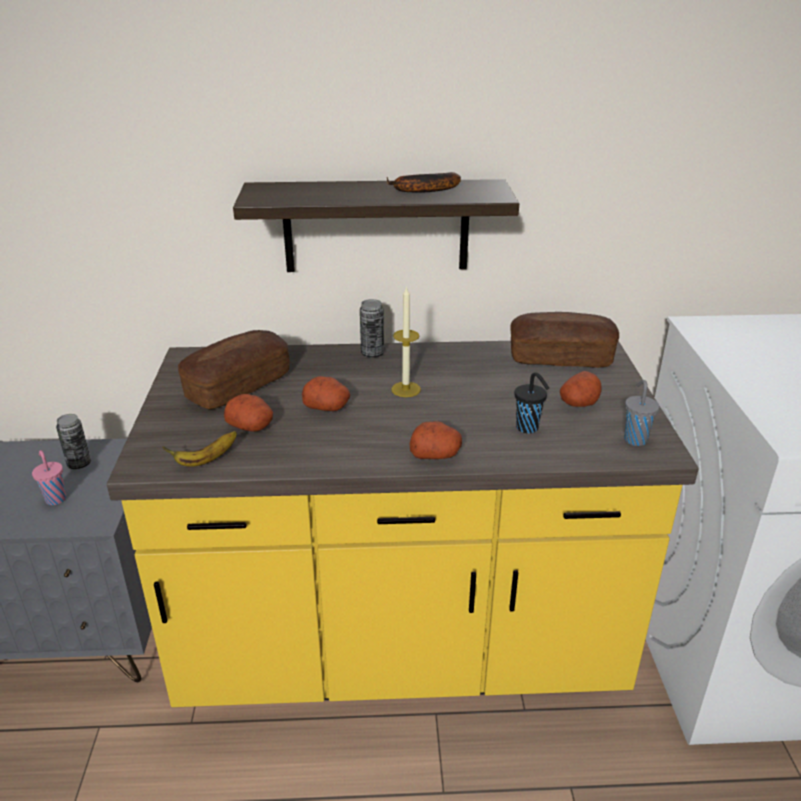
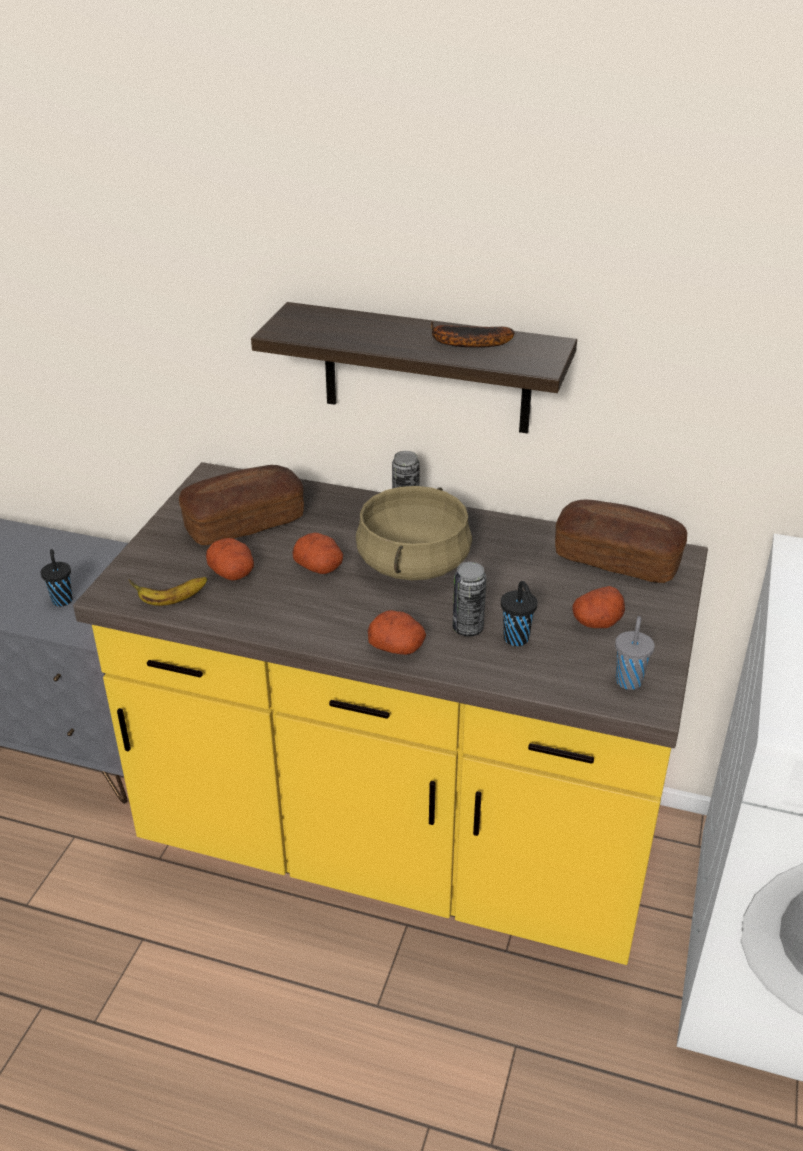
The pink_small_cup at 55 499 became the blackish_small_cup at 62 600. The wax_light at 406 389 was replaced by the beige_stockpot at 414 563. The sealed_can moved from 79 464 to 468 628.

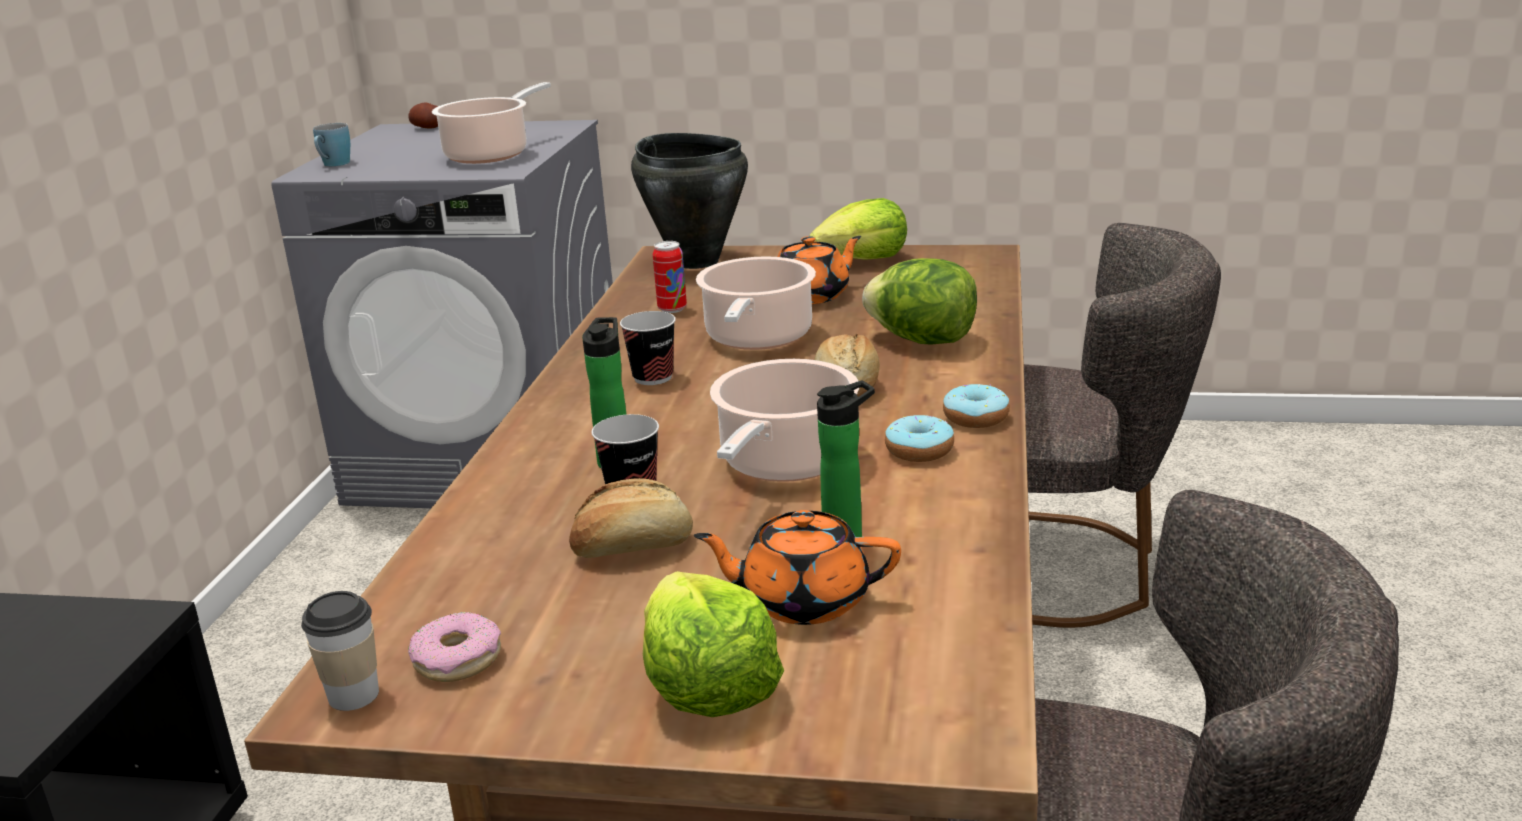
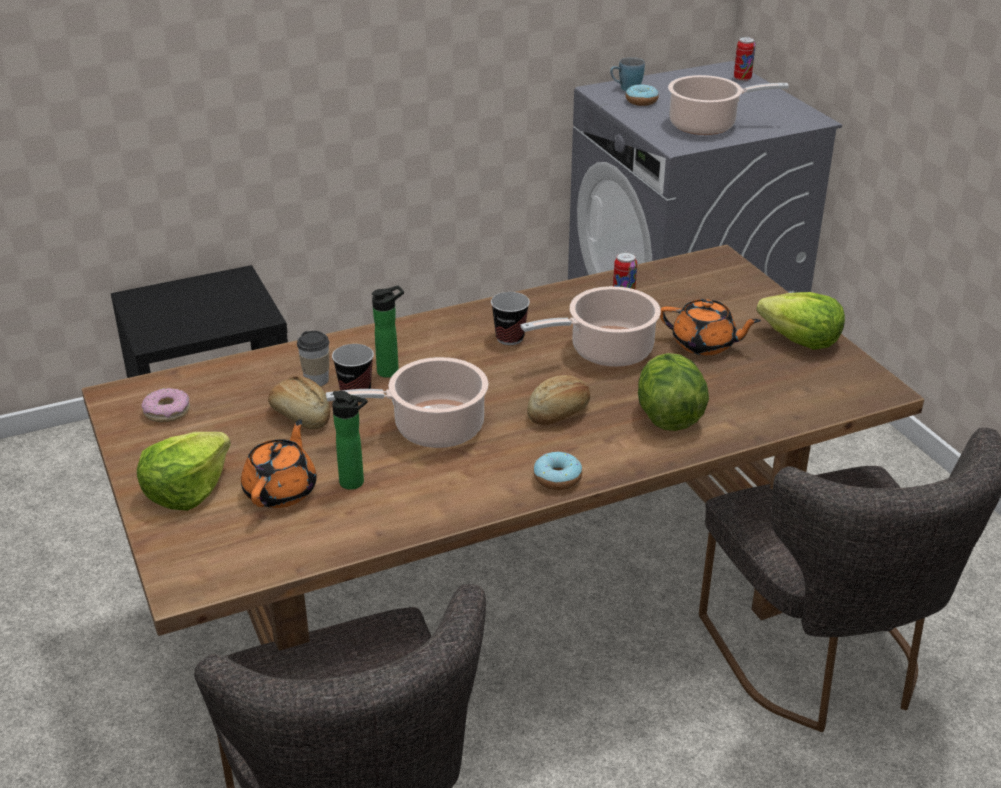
The orange-coloured_pot_for_tea at 803 601 turned 45 degrees clockwise. The small_cup moved from 353 695 to 316 380. The donut moved from 919 450 to 641 101. The spud at 428 128 was replaced by the sealed_can at 742 79. The blackish_stockpot at 696 261 disappeared.

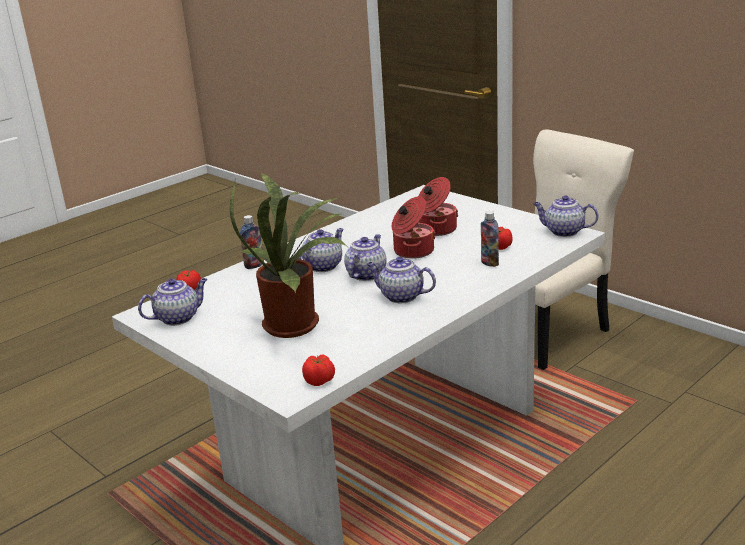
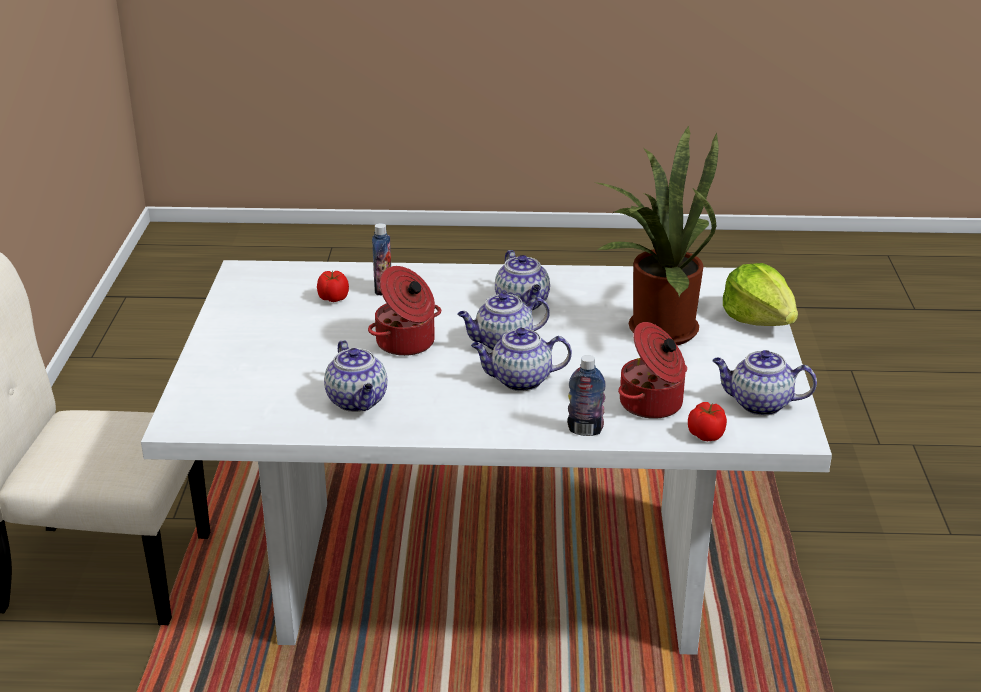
The pot_for_tea moved from 563 232 to 358 402. The stockpot moved from 436 229 to 652 404. The lettuce_head at 759 319 appeared. The tomato at 320 381 disappeared.

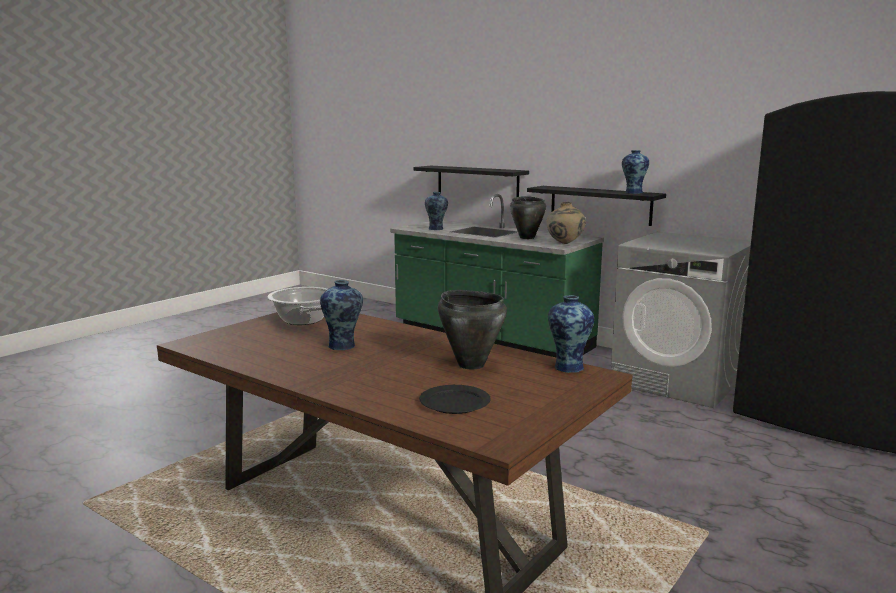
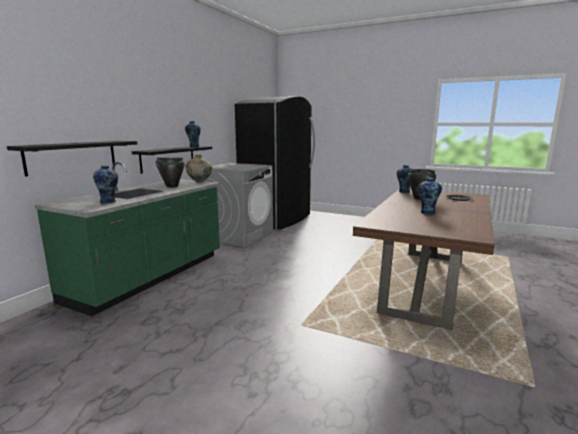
The stockpot at 302 320 disappeared.

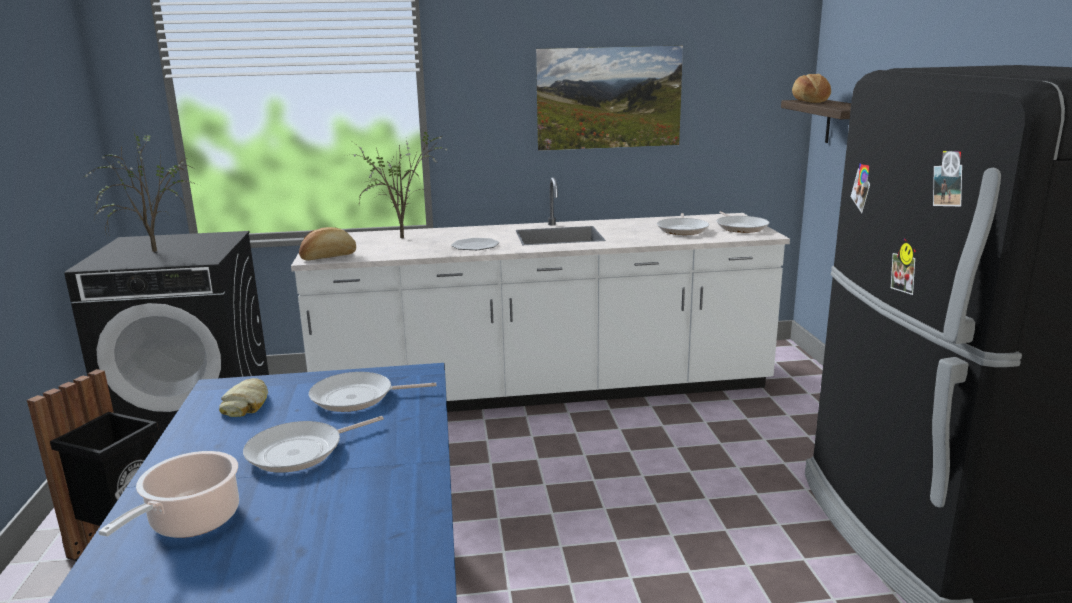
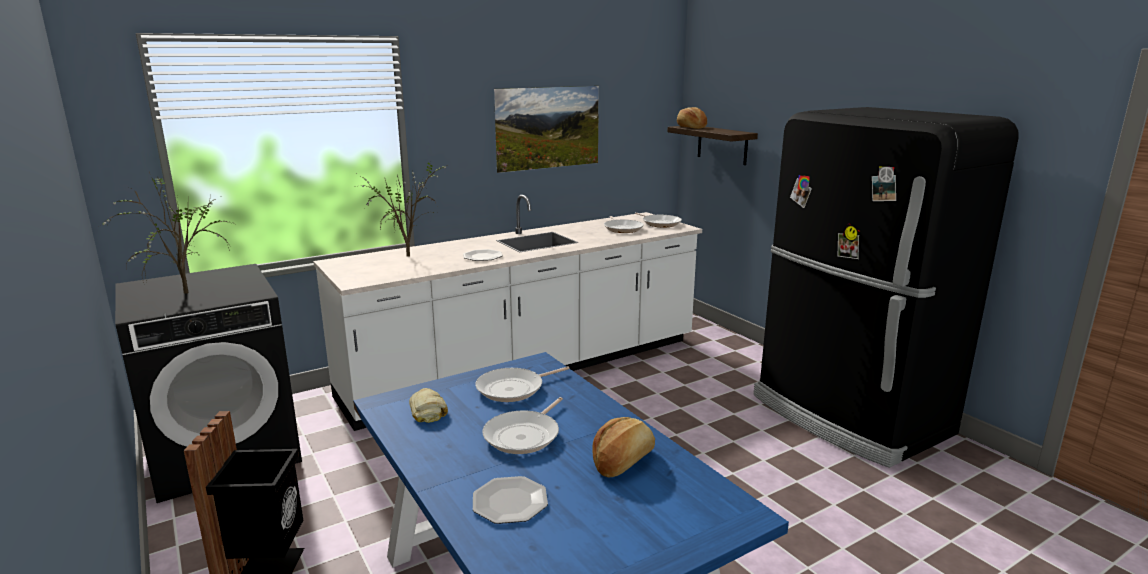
The stockpot at 191 522 was replaced by the dinner_plate at 509 502. The bakery_bread moved from 328 257 to 623 461.

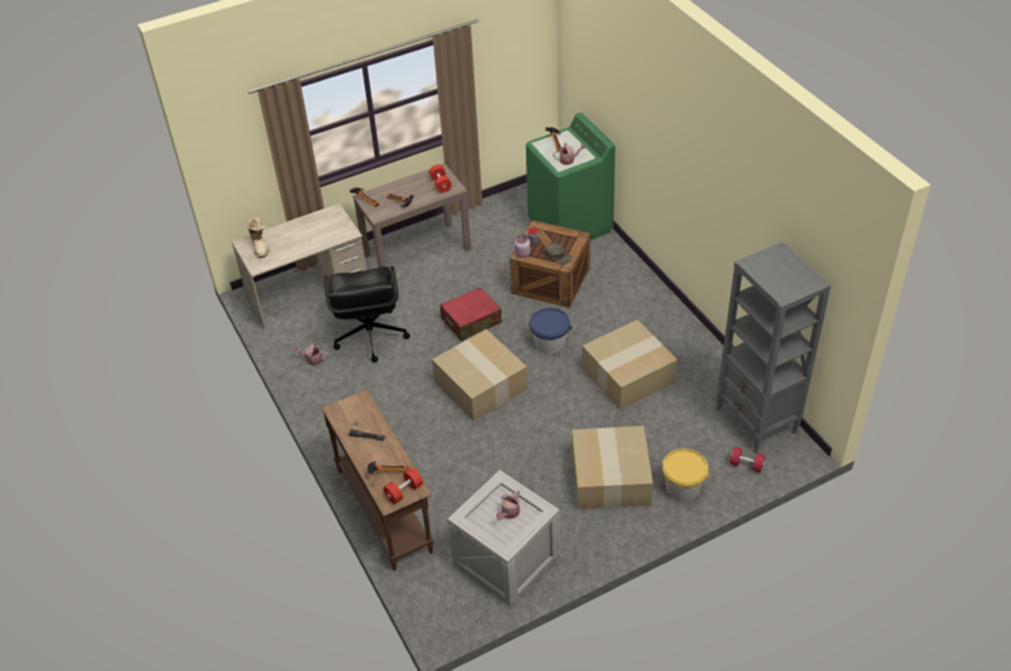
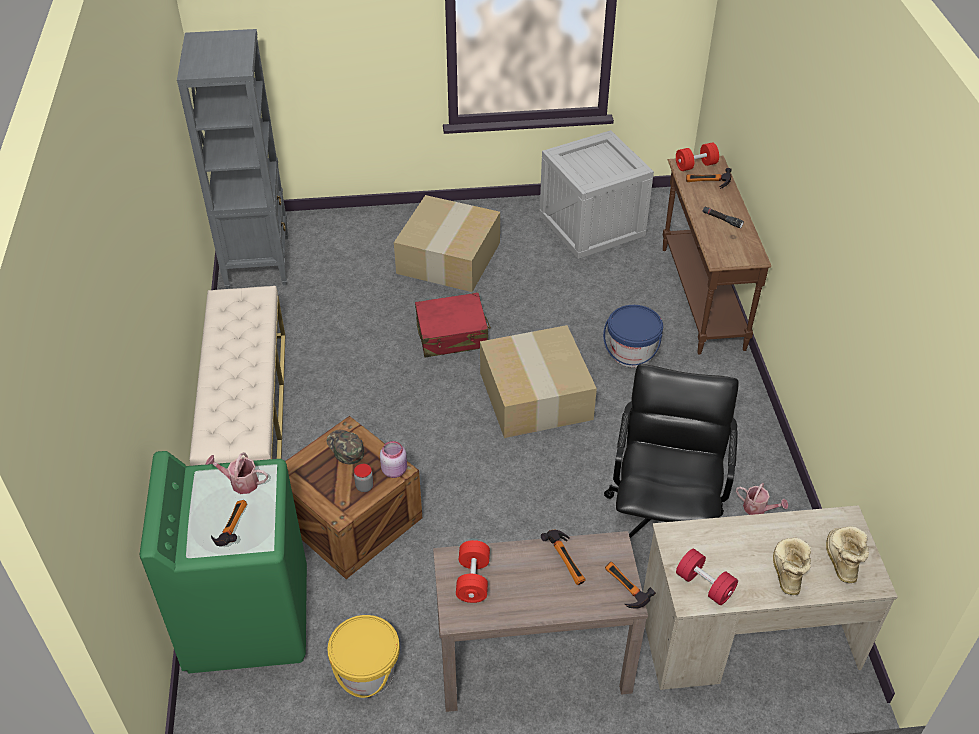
The beige_bench at 247 415 appeared. The yellowish_water_bucket moved from 683 487 to 367 673. The red-coloured_piece_of_luggage moved from 471 321 to 452 335. The blue-coloured_water_bucket moved from 550 343 to 631 353. The red-coloured_free_weight moved from 746 465 to 704 585. The boot at 785 572 appeared. The sprinkling_can at 509 513 disappeared. The packing_box at 628 376 disappeared.

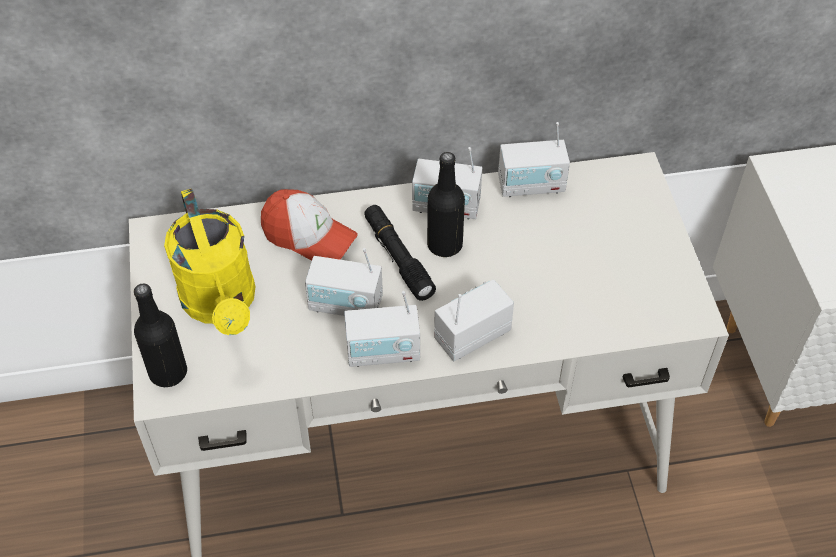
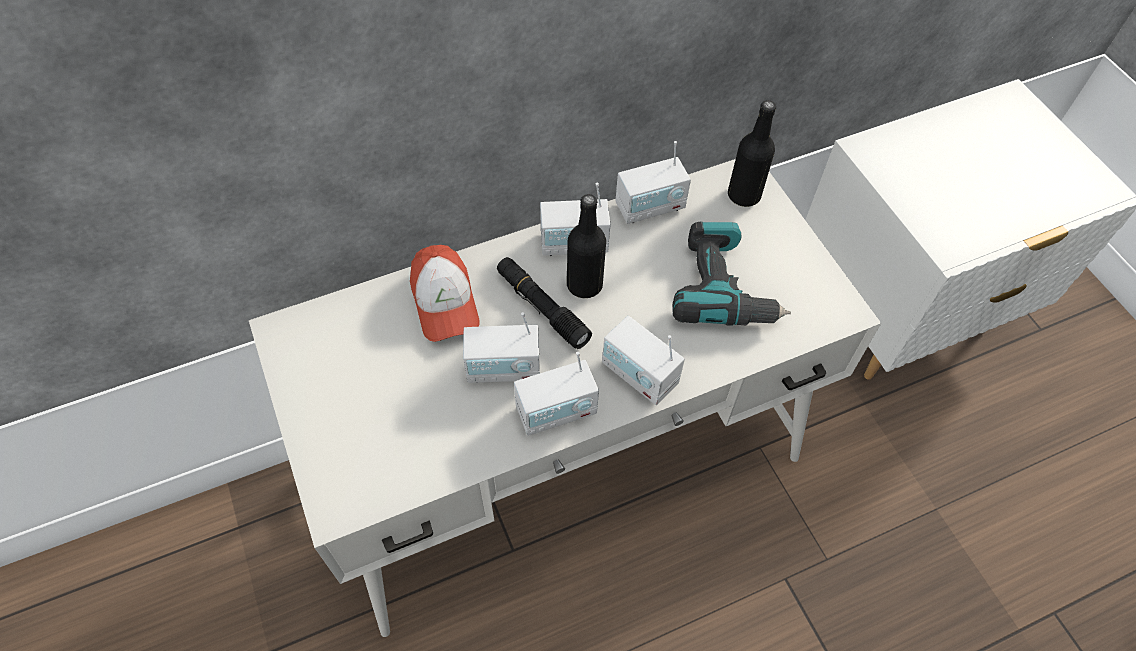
The peaked_cap at 308 236 turned 60 degrees clockwise. The radio_receiver at 471 335 turned 90 degrees counterclockwise. The power_drill at 724 288 appeared. The blackish_drink_bottle moved from 168 372 to 744 195. The yellowish_sprinkling_can at 222 304 disappeared.

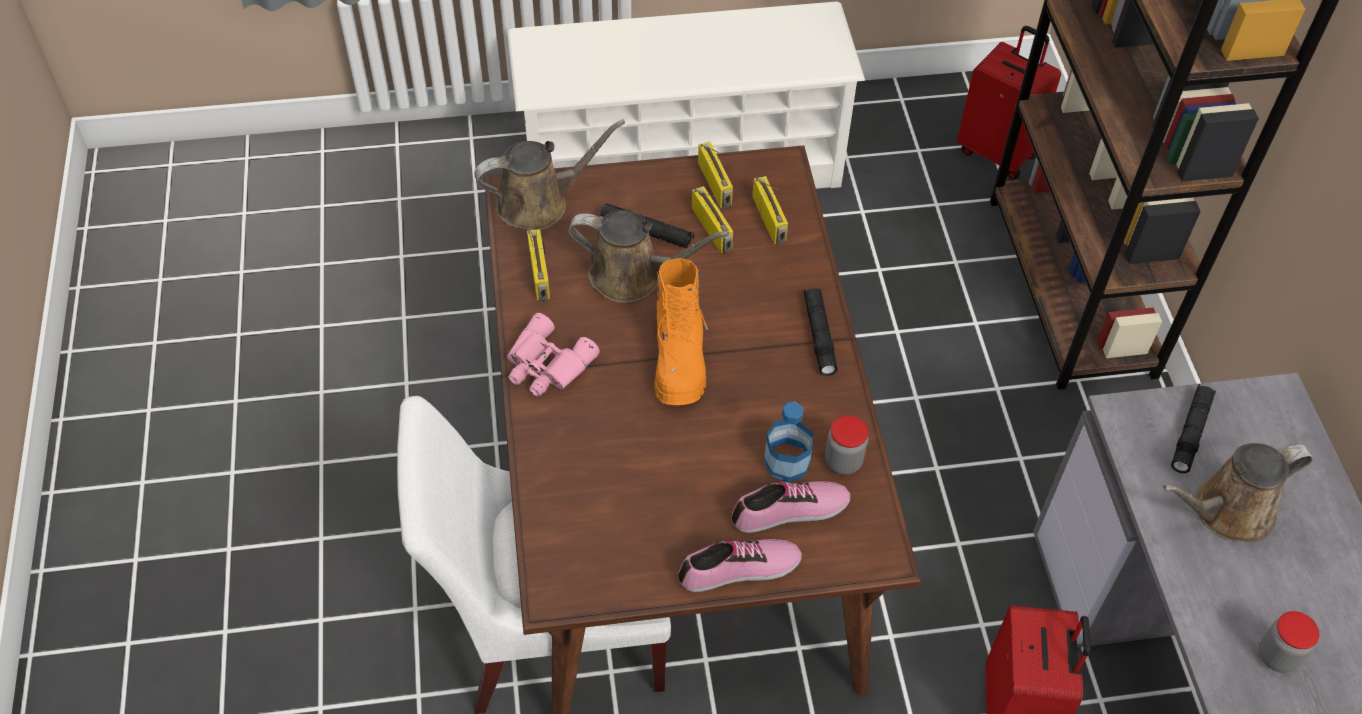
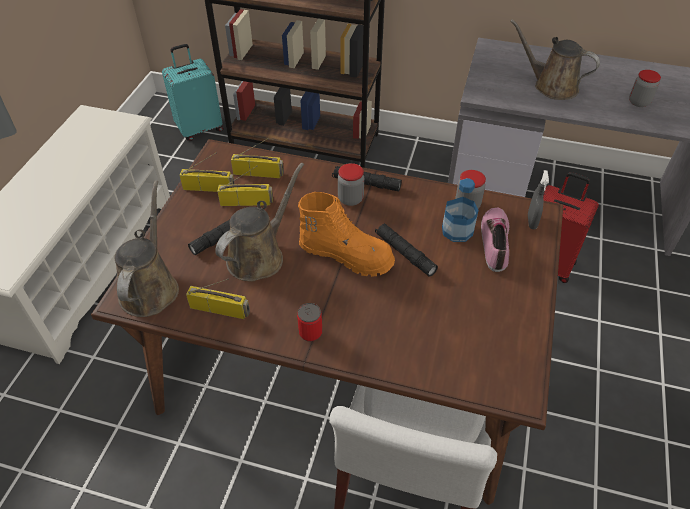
The red-coloured_piece_of_luggage at 997 152 became the turquoise-coloured_piece_of_luggage at 199 128. The pink_field_glasses at 546 365 was replaced by the sealed_can at 310 333. The preserve_jar at 350 199 appeared. The blackish_flashlight moved from 1190 433 to 405 253. The brownish_sprinkling_can at 1226 512 turned 120 degrees clockwise. The gray_hand_sprayer at 531 222 appeared. The low_shoe at 740 570 disappeared.

